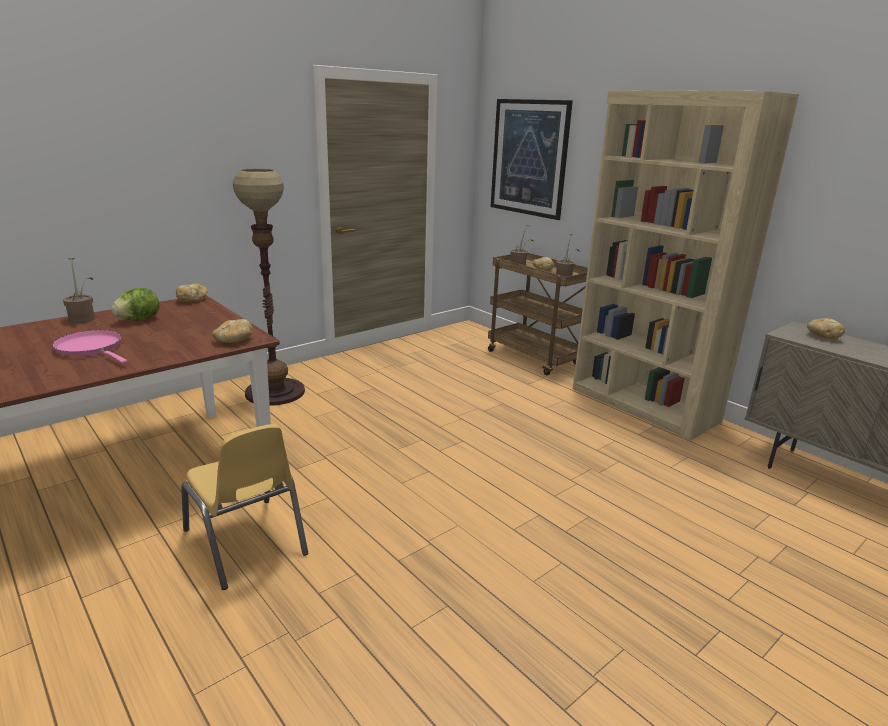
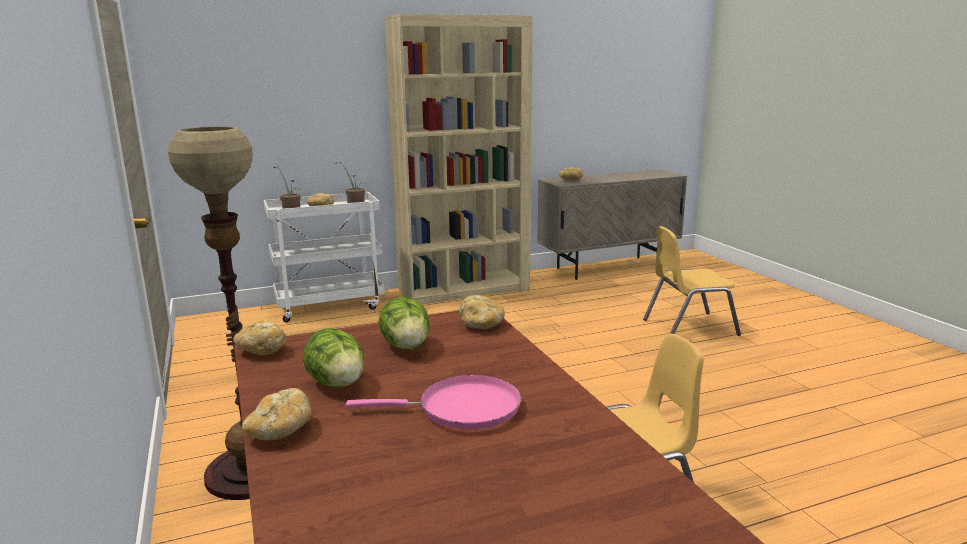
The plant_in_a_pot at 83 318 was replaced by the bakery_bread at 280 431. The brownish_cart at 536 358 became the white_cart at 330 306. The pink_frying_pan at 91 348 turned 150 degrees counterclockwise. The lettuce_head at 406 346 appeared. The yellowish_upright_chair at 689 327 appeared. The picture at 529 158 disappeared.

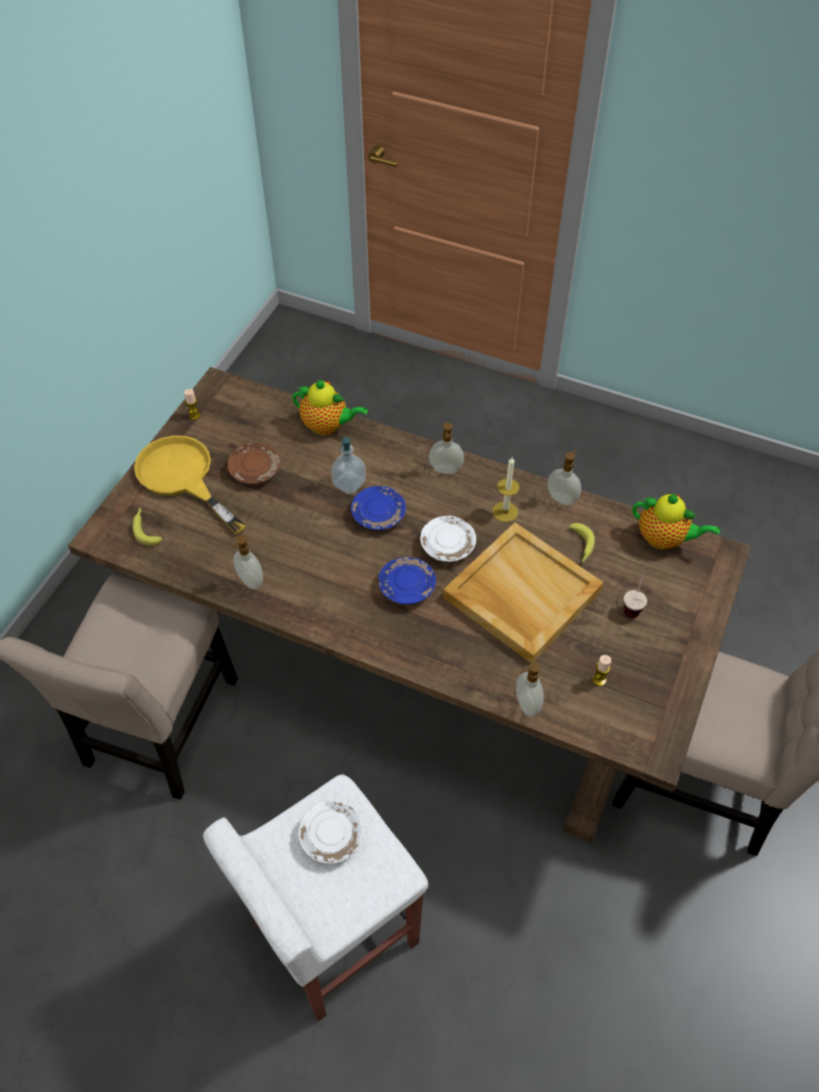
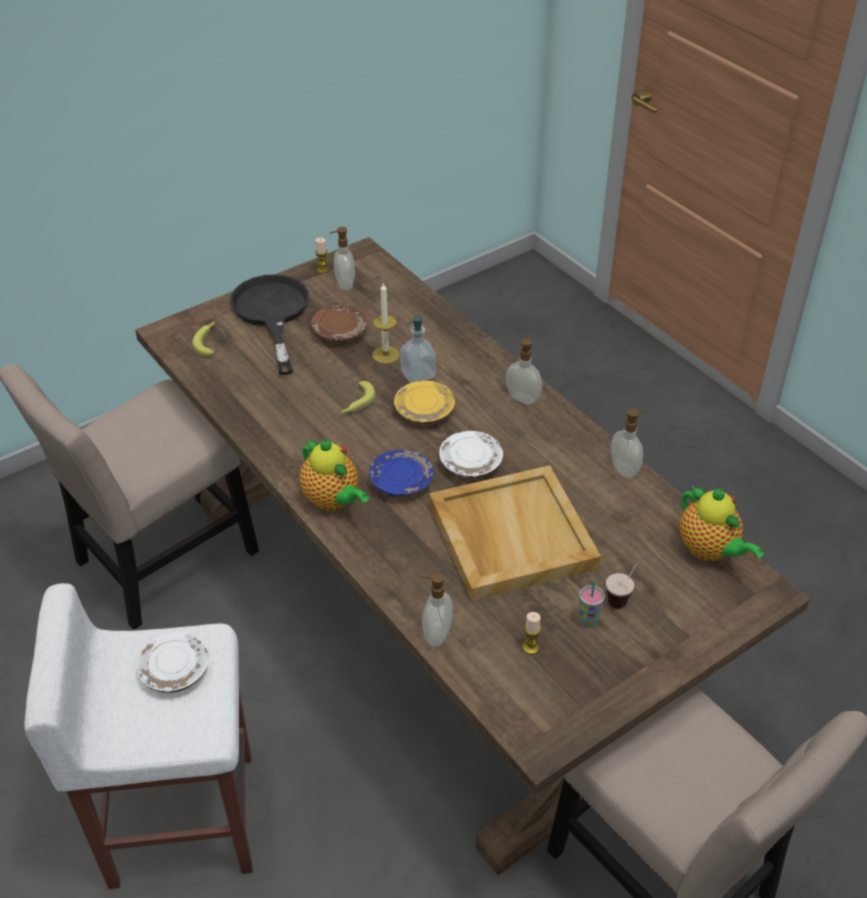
The yellowish_frying_pan at 183 478 became the blackish_frying_pan at 272 314. The pot_for_tea moved from 327 426 to 333 501. The soap_bottle moved from 249 581 to 344 284. The banana_fruit moved from 581 546 to 356 403. The wax_light moved from 505 512 to 385 355. The blue-coloured_dinner_plate at 379 515 became the yellowish_dinner_plate at 424 411. The small_cup at 588 620 appeared.

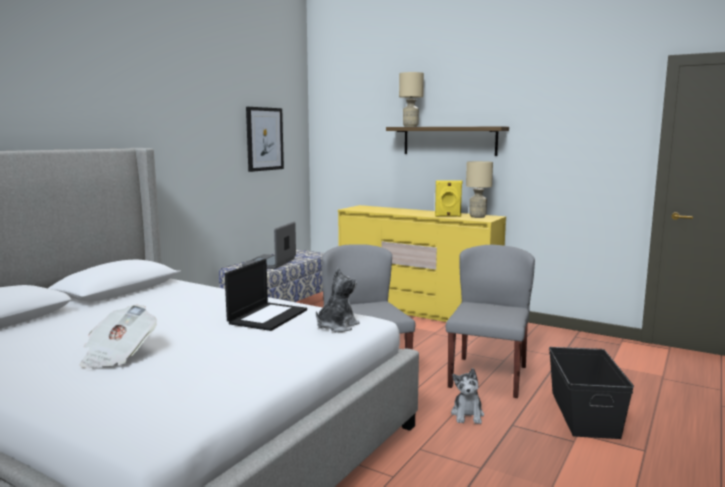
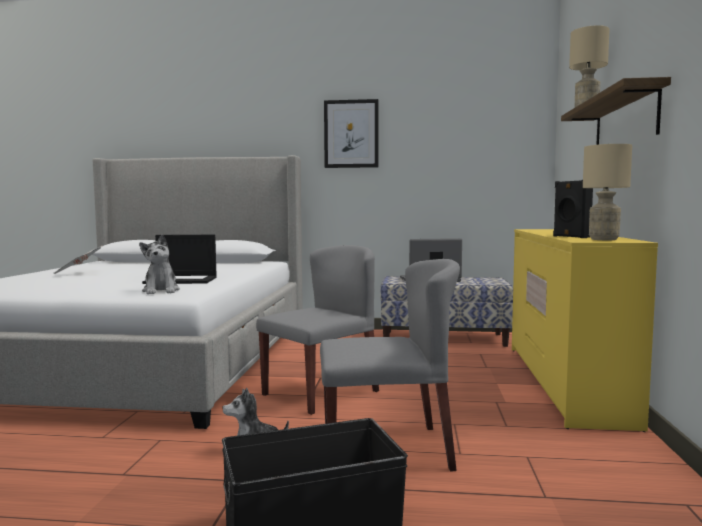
The plush_toy at 336 326 turned 60 degrees clockwise. The picture moved from 264 139 to 351 134. The yellowish_audio_speaker at 448 216 became the blackish_audio_speaker at 570 237.

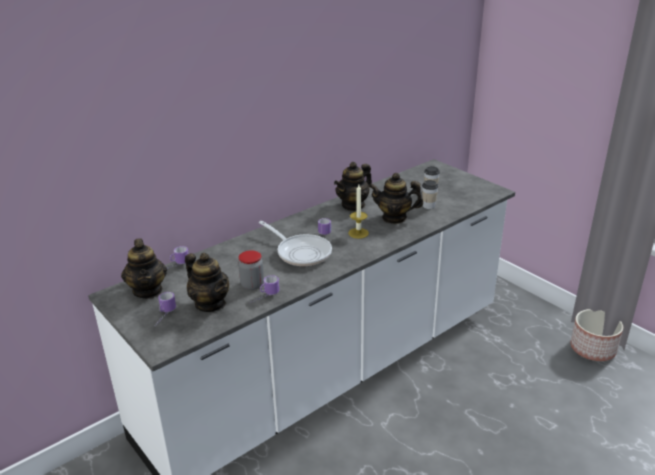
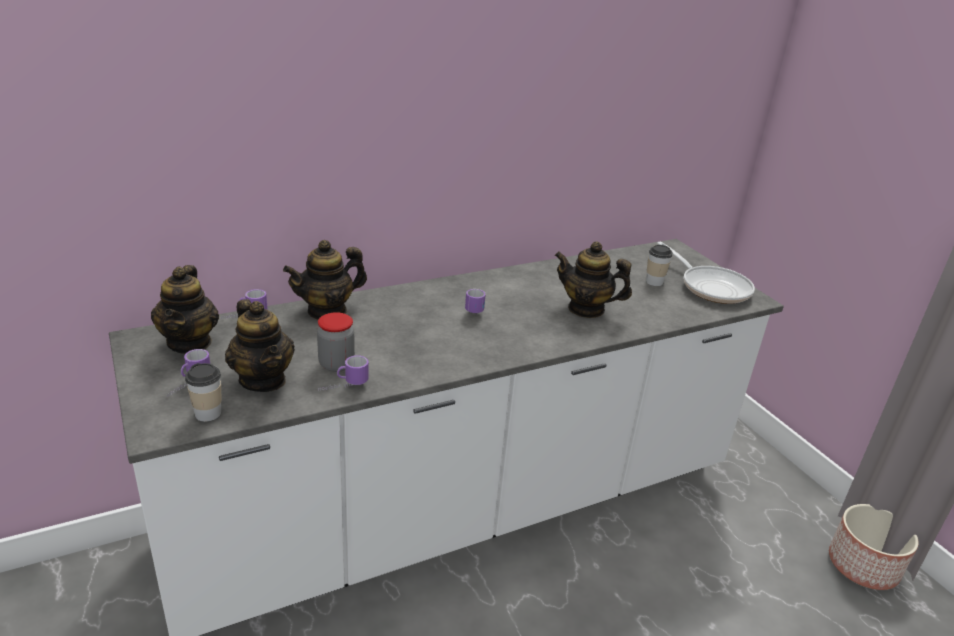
The small_cup moved from 428 206 to 208 413. The pot_for_tea moved from 353 205 to 327 311. The frying_pan moved from 301 252 to 711 287. The wax_light at 358 233 disappeared.

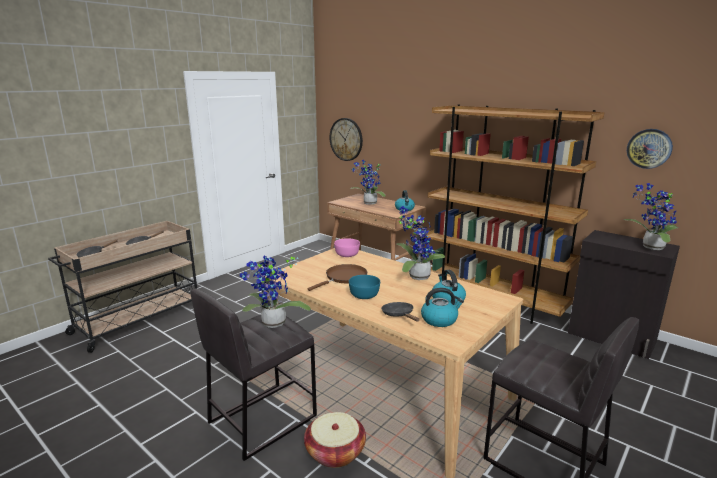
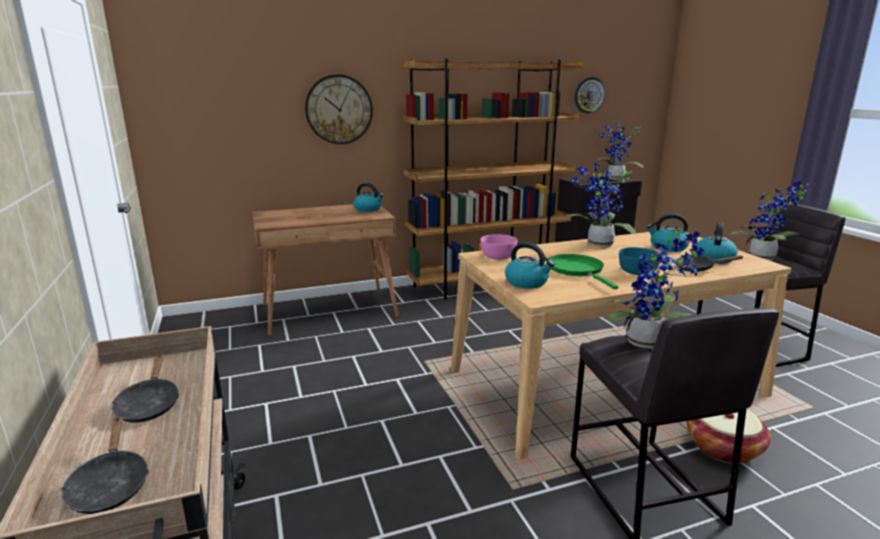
The wall_clock moved from 346 139 to 339 109. The water_kettle at 527 282 appeared. The brownish_frying_pan at 344 277 became the green-coloured_frying_pan at 577 270. The plant_in_a_pot moved from 368 203 to 764 259.

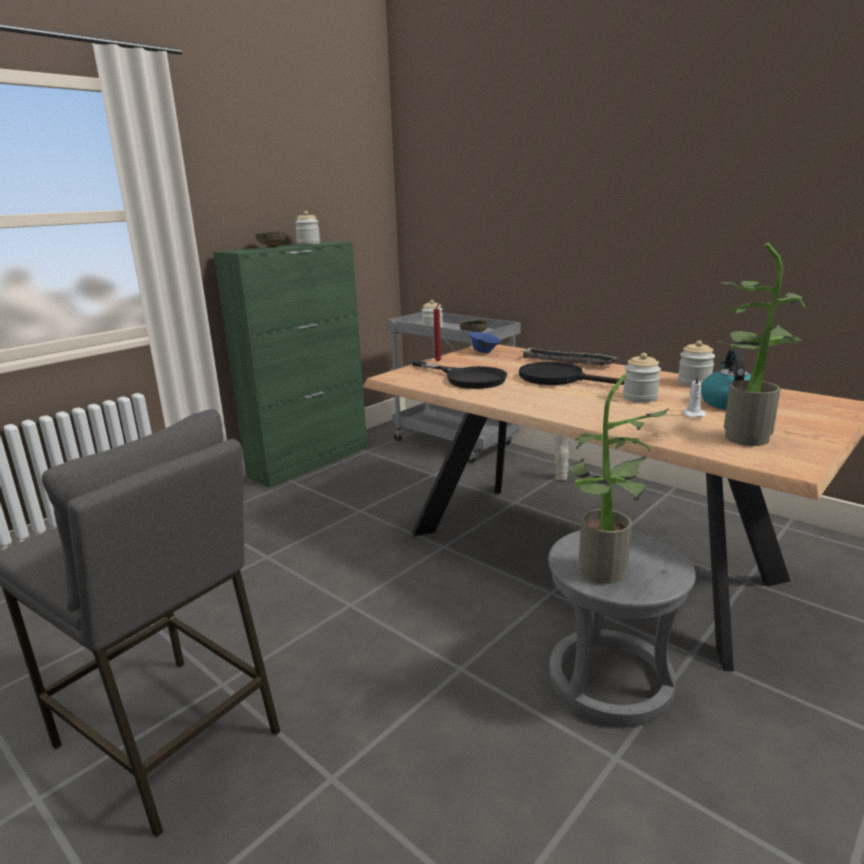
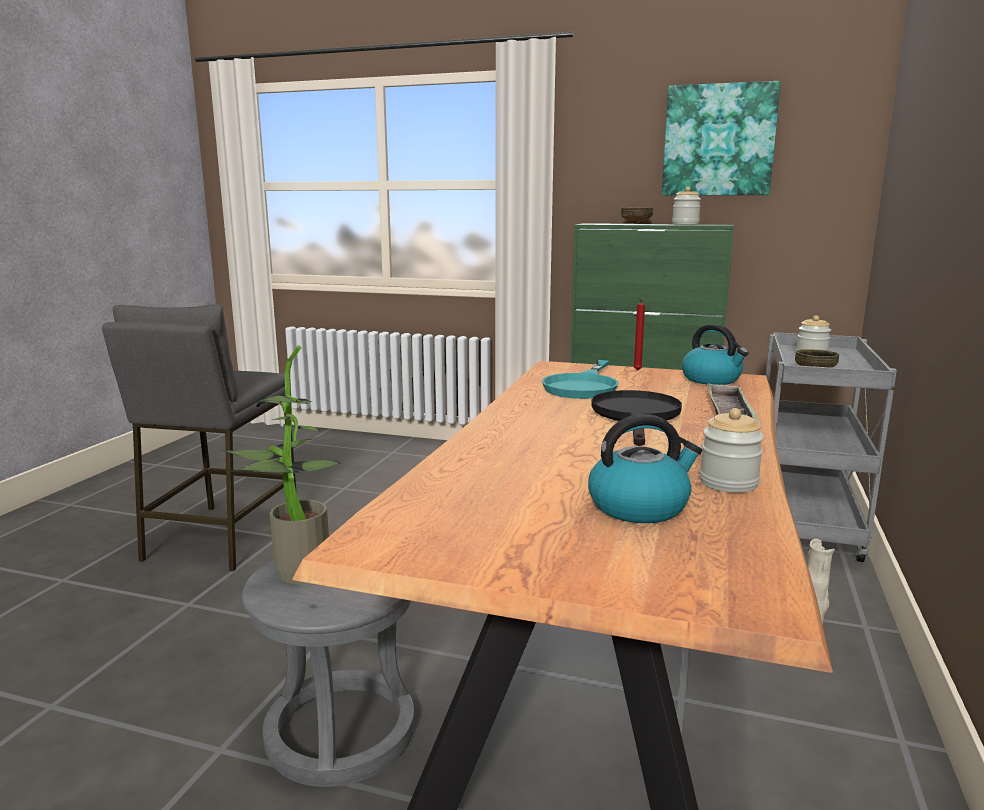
The blackish_frying_pan at 467 378 became the turquoise-coloured_frying_pan at 583 386. The picture at 718 140 appeared. The blue-coloured_bowl at 484 352 was replaced by the water_kettle at 712 379. The preserve_jar at 640 398 disappeared. The white_wax_light at 692 414 disappeared. The plant_in_a_pot at 744 436 disappeared.

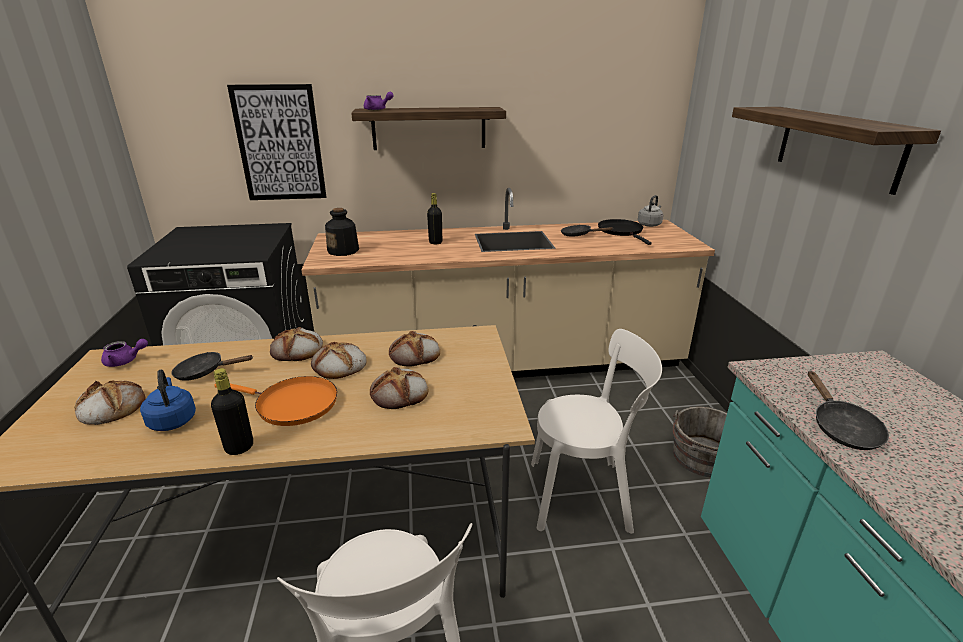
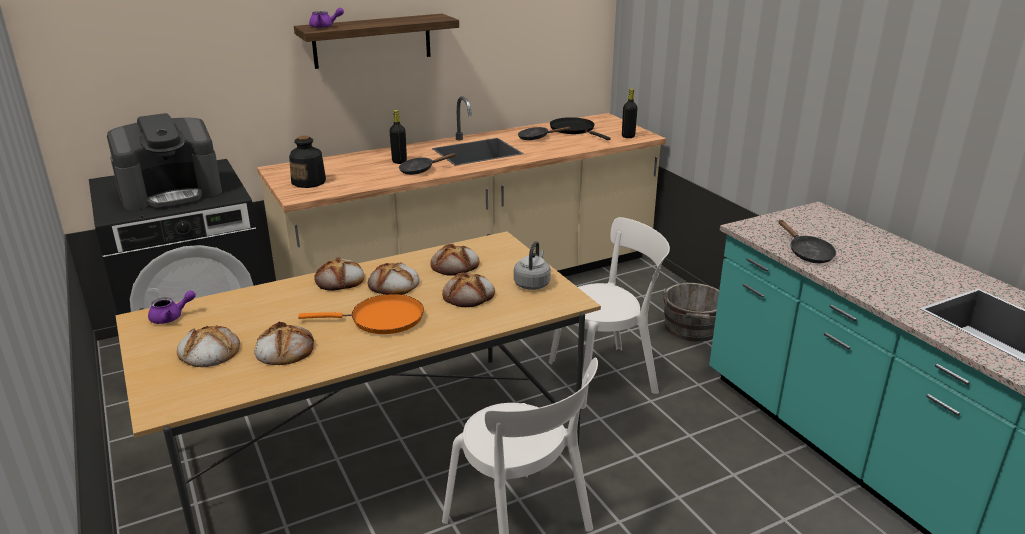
The coffee_maker at 171 193 appeared. The blue-coloured_water_kettle at 172 420 was replaced by the bakery_bread at 284 349. The blackish_frying_pan moved from 205 372 to 420 170. The gray_water_kettle moved from 649 224 to 532 283. The blackish_drink_bottle moved from 239 447 to 628 136. The picture at 279 144 disappeared. The bracket_shelf at 837 146 disappeared.

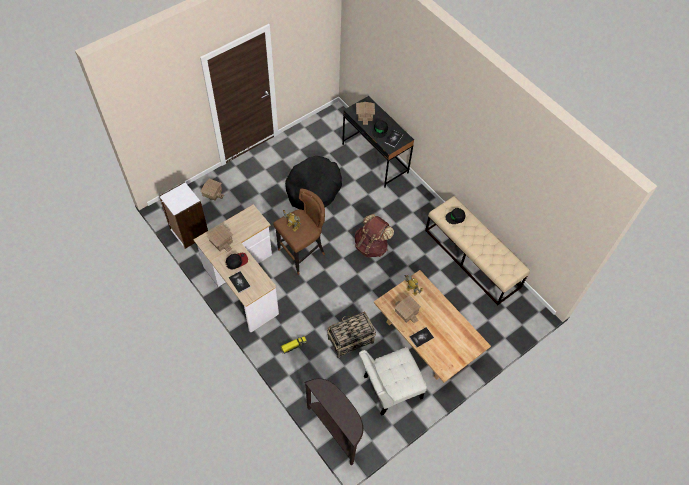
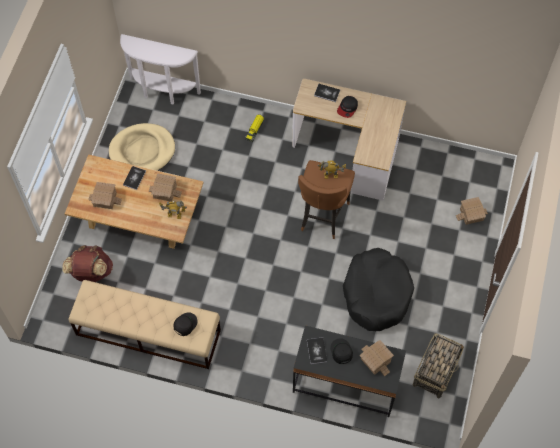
The brownish_rucksack moved from 371 246 to 91 272. The toy_house moved from 220 242 to 105 199. The white_upright_chair at 389 388 was replaced by the beige_pet_bed at 142 151. The brownish_console_table at 336 430 became the white_console_table at 163 92. The household_basket moved from 350 340 to 436 370. The white_bookcase at 189 232 disappeared.

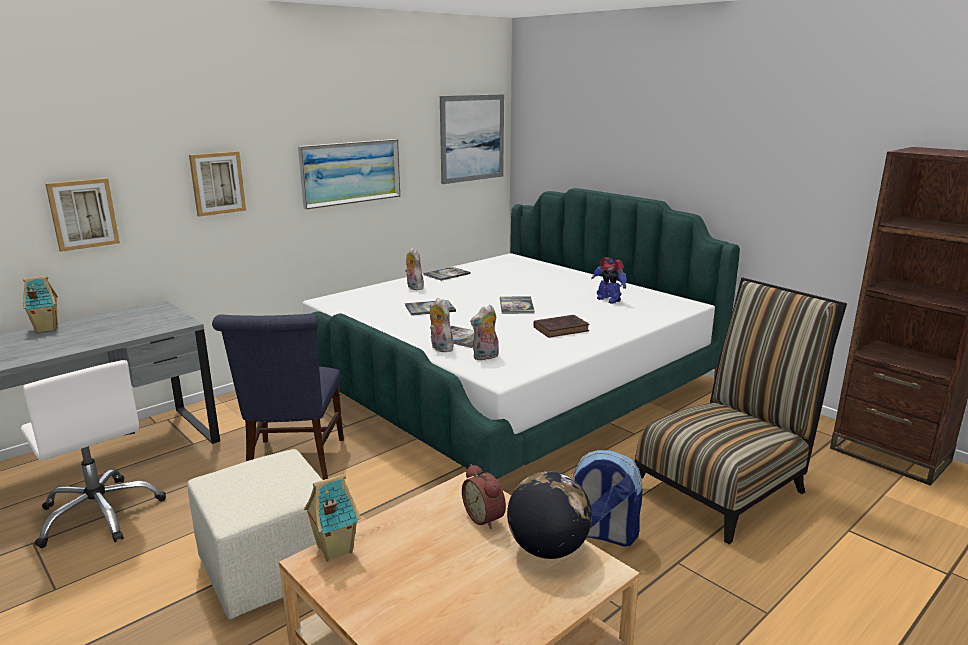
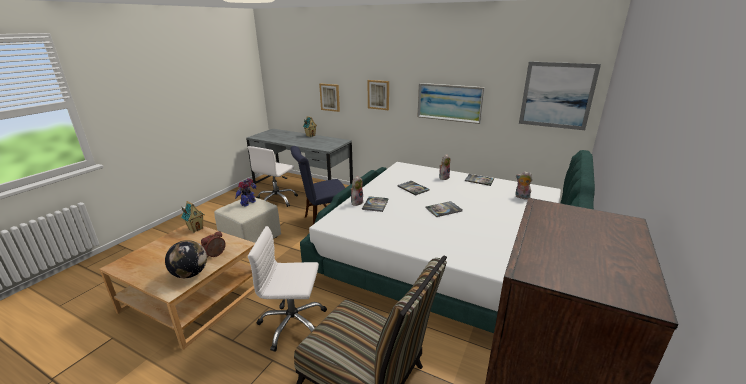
The toy_robot moved from 608 299 to 249 203. The rucksack at 602 534 was replaced by the white_office_chair at 293 324. The plush_toy moved from 486 357 to 521 197. The brownish_book at 562 329 disappeared.

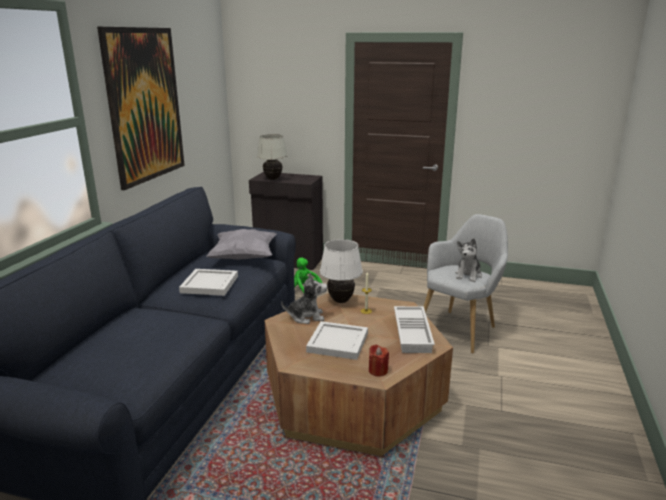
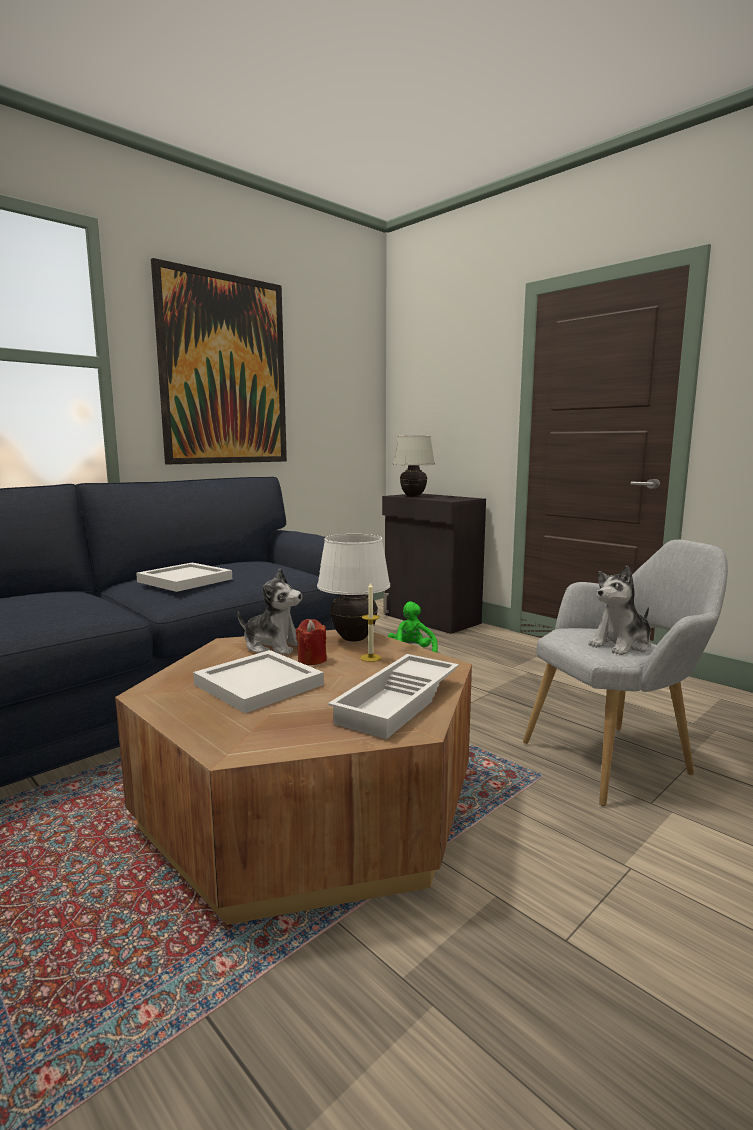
The red-coloured_wax_light moved from 378 371 to 312 660. The gray_pillow at 244 258 disappeared.

